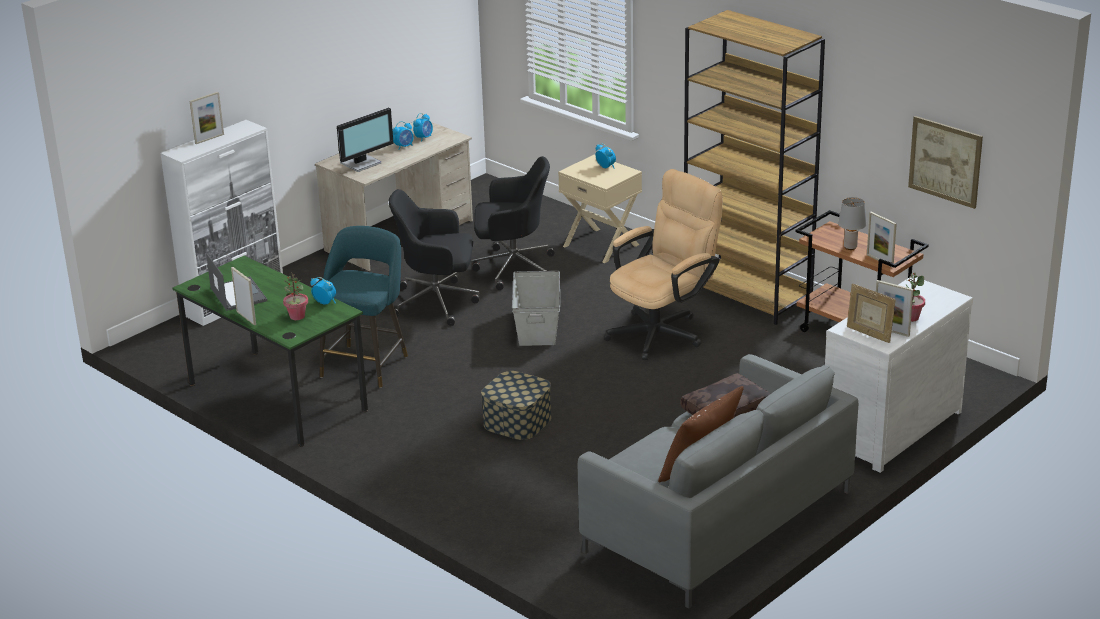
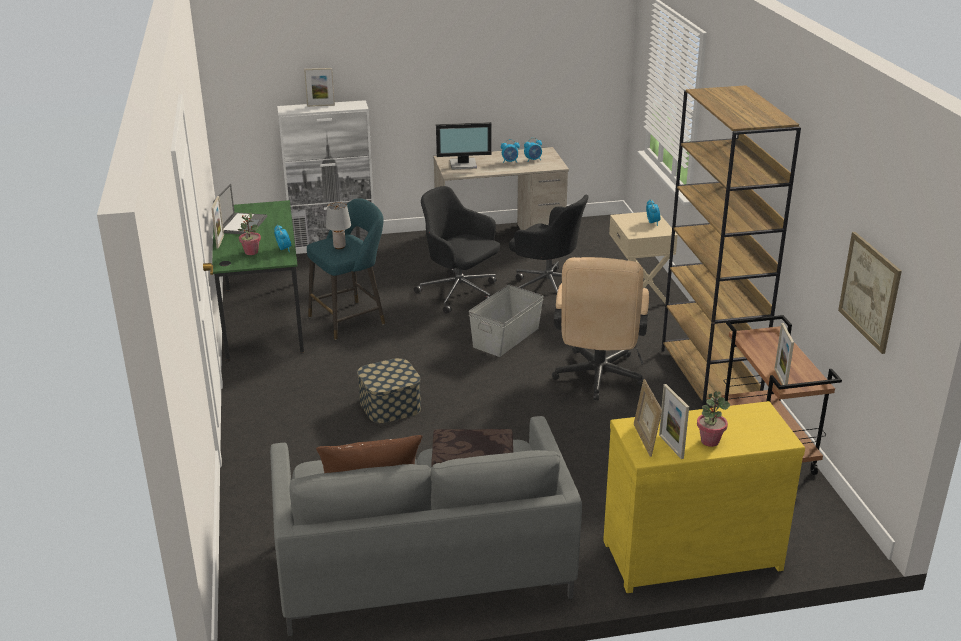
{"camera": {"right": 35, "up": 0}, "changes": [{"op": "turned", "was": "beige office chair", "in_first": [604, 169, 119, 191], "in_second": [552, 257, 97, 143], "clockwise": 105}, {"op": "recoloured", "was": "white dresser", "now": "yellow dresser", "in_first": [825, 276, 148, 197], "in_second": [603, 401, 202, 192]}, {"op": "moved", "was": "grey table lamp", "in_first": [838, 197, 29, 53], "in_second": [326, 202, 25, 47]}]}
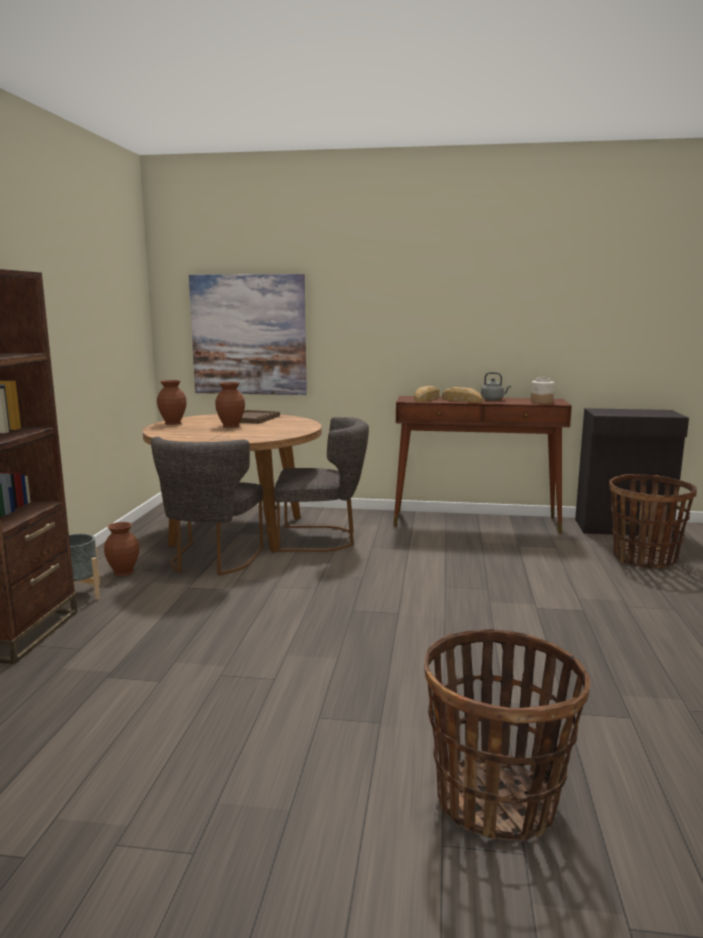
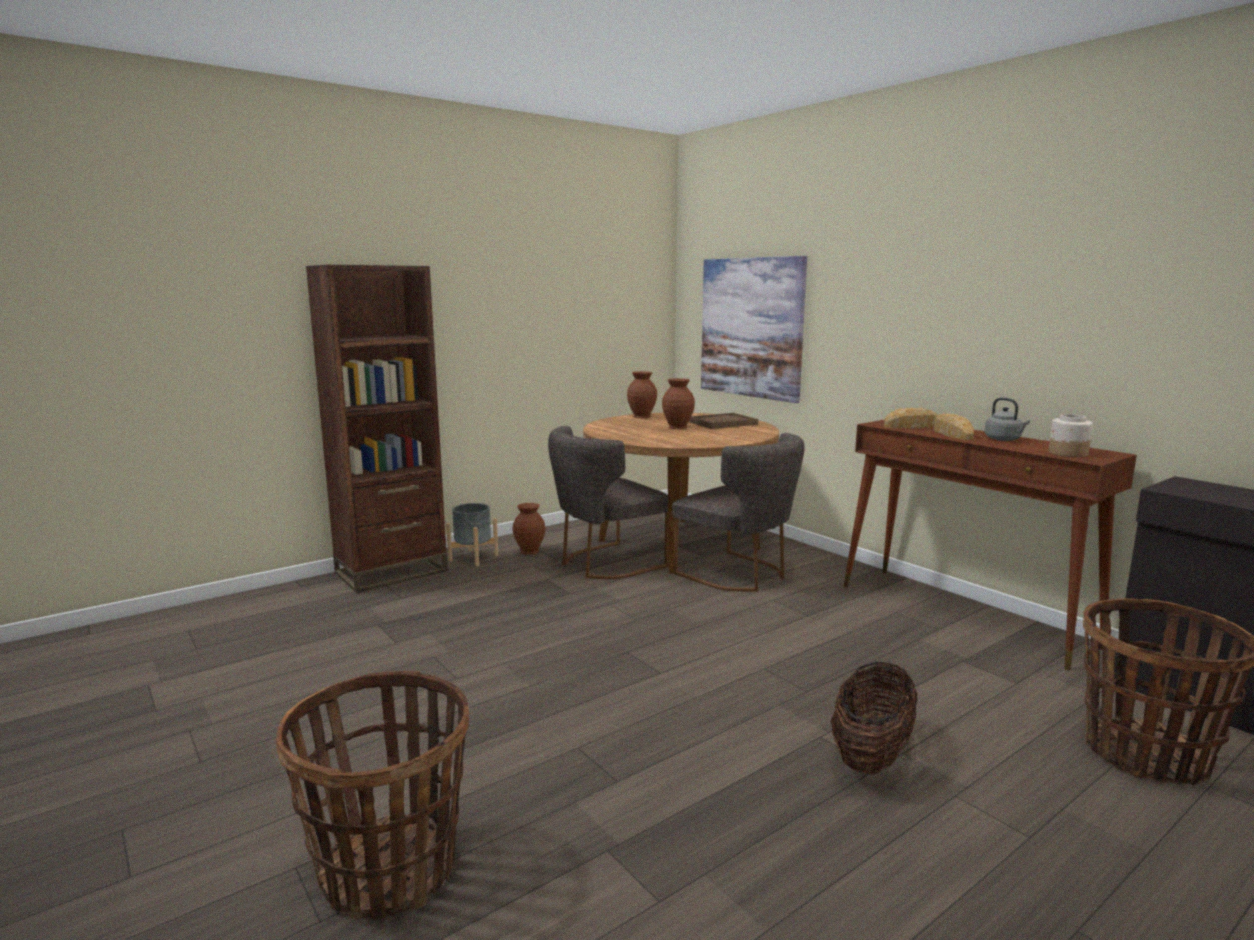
{"camera": {"right": 45, "up": 0}, "changes": [{"op": "added", "now": "basket", "in_second": [831, 662, 87, 112]}]}
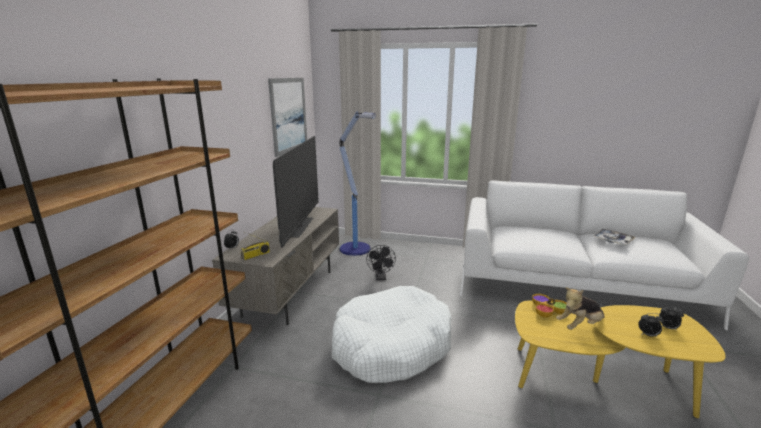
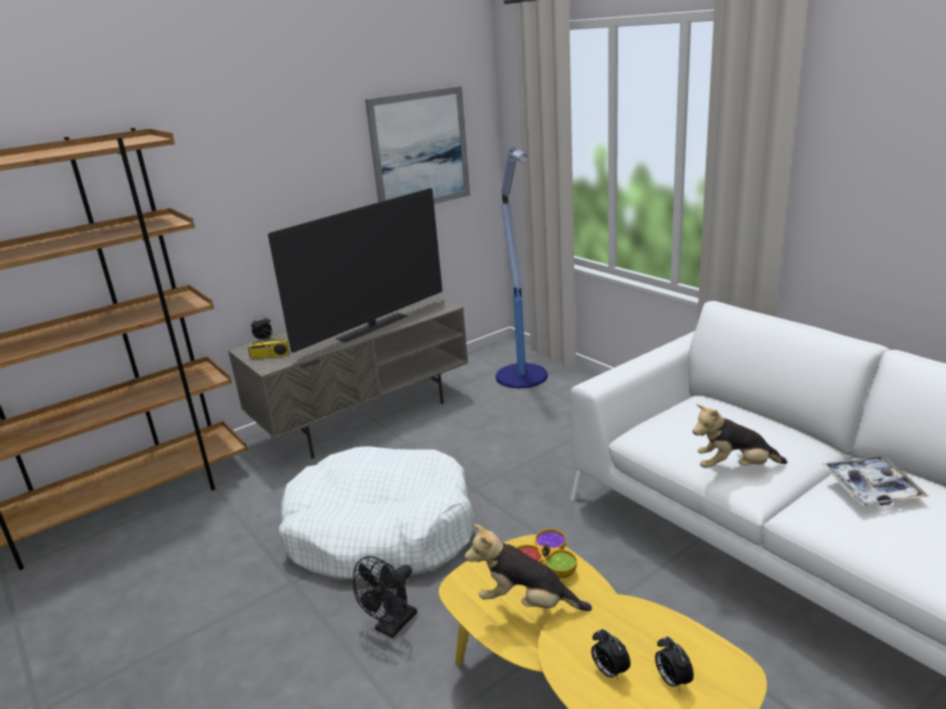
{"camera": {"right": 40, "up": 5}, "changes": [{"op": "moved", "was": "black fan", "in_first": [366, 245, 30, 35], "in_second": [353, 556, 64, 82]}, {"op": "added", "now": "plush toy", "in_second": [693, 404, 94, 64]}]}
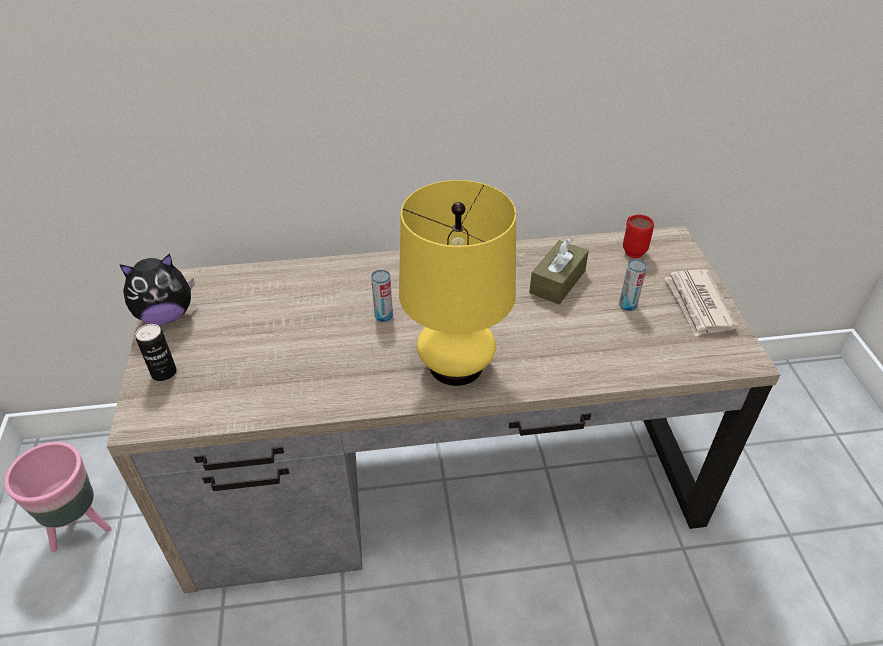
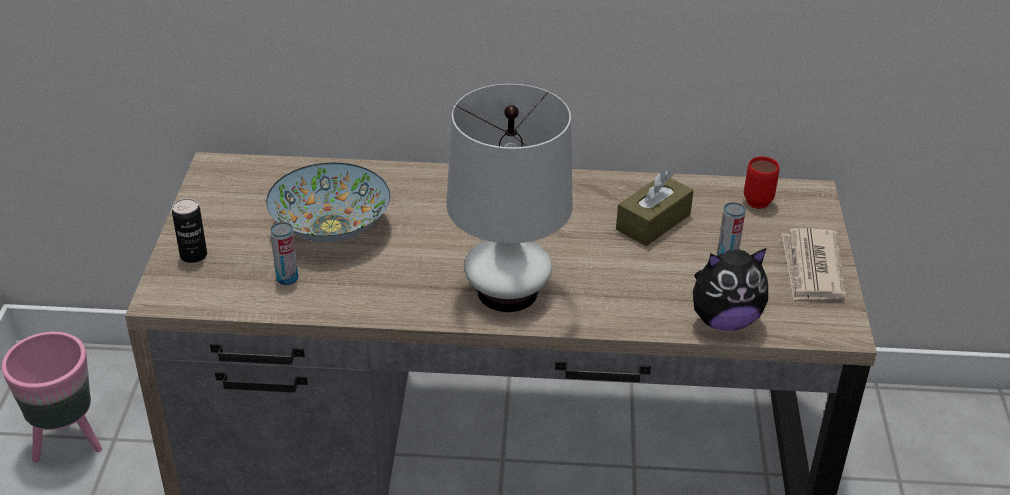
{"camera": {"right": 10, "up": -5}, "changes": [{"op": "moved", "was": "plush toy", "in_first": [119, 254, 75, 71], "in_second": [693, 248, 75, 83]}, {"op": "moved", "was": "can", "in_first": [371, 270, 22, 52], "in_second": [270, 222, 28, 63]}, {"op": "recoloured", "was": "yellow table lamp", "now": "white table lamp", "in_first": [399, 180, 117, 206], "in_second": [446, 84, 127, 228]}, {"op": "added", "now": "bowl", "in_second": [266, 163, 124, 79]}]}
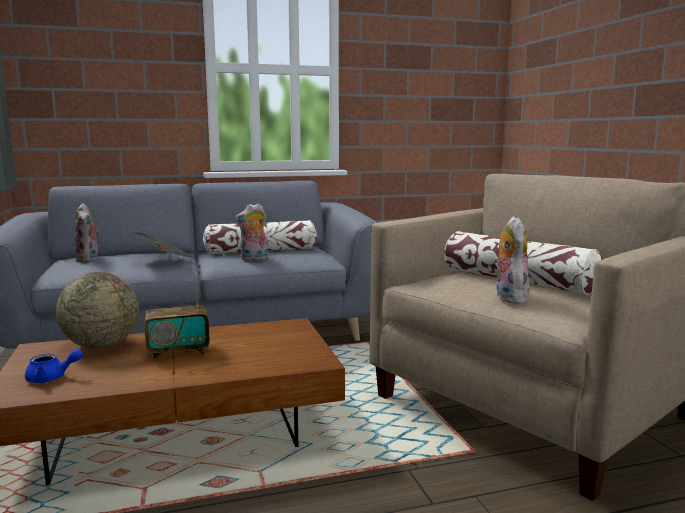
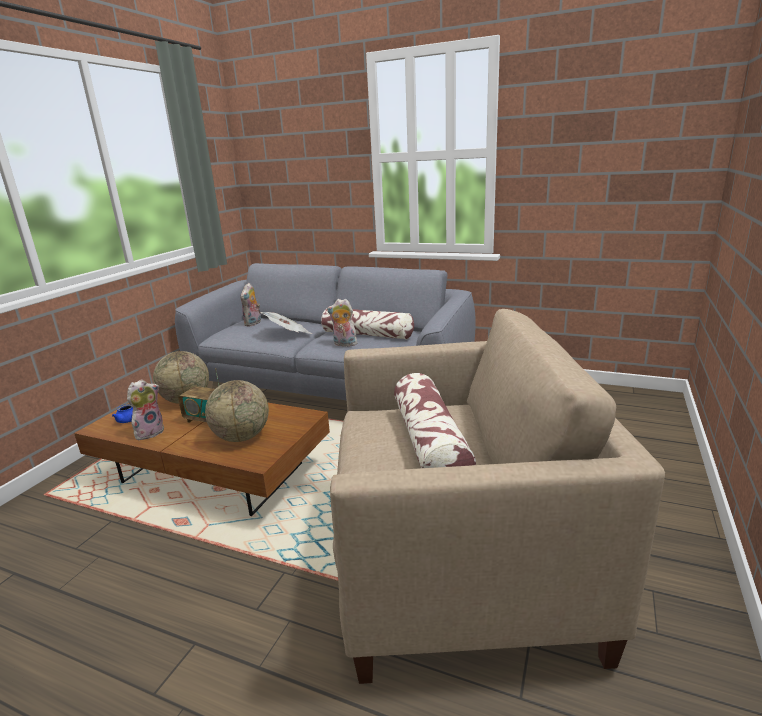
{"camera": {"right": 40, "up": 10}, "changes": [{"op": "moved", "was": "plush toy", "in_first": [492, 216, 38, 88], "in_second": [127, 379, 37, 61]}, {"op": "added", "now": "globe", "in_second": [205, 380, 64, 62]}]}
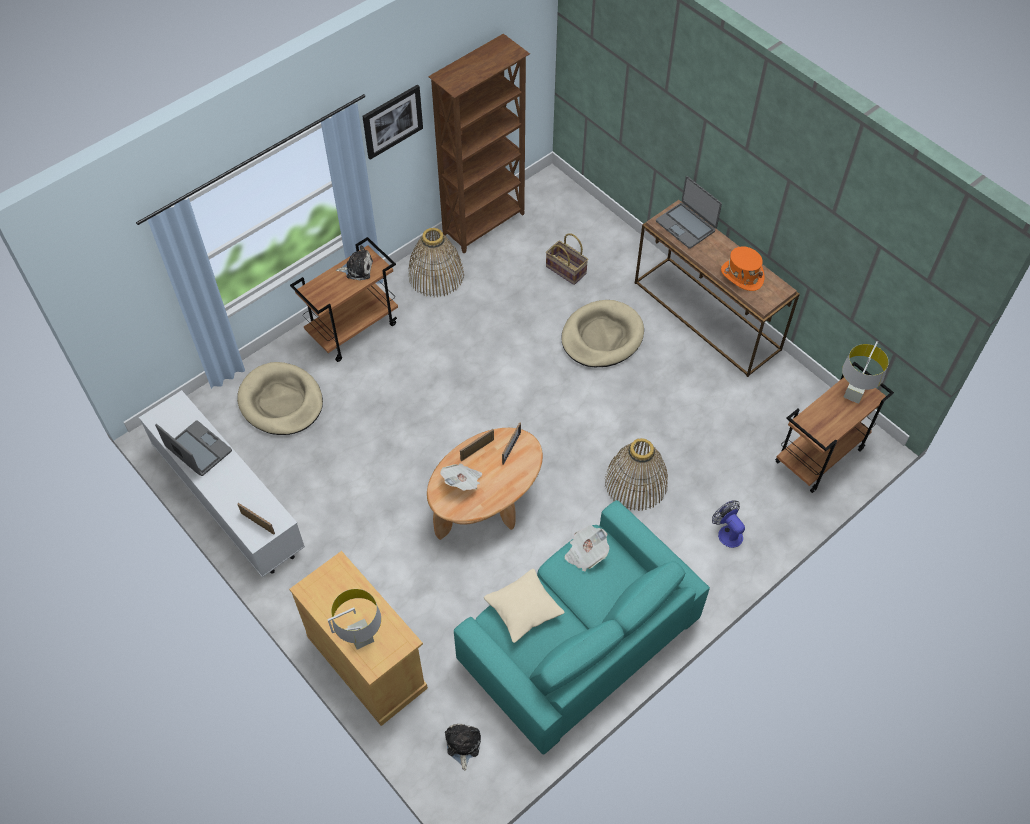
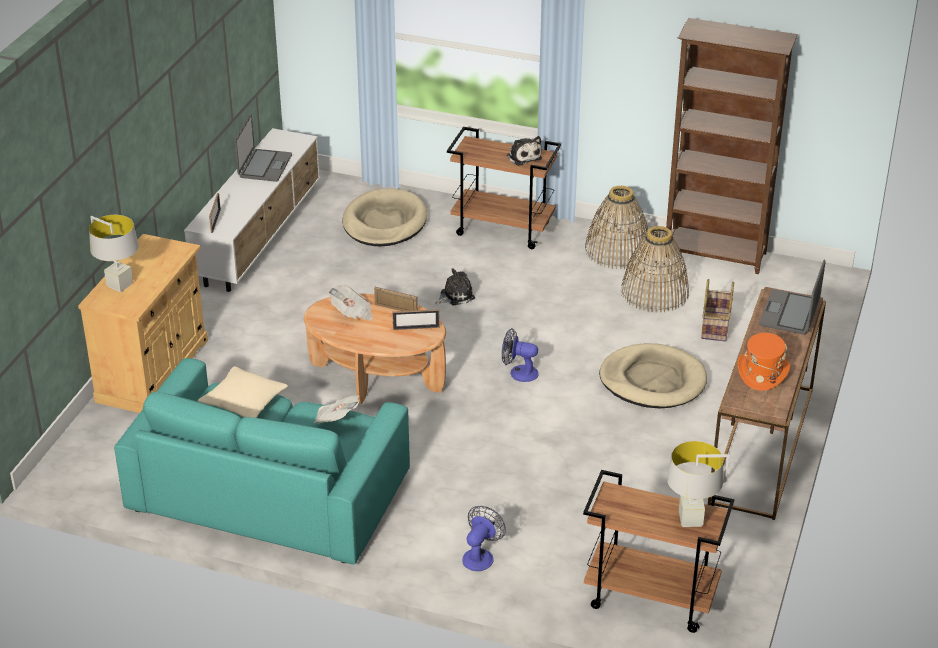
{"camera": {"right": 60, "up": -20}, "changes": [{"op": "removed", "was": "picture", "in_first": [362, 84, 61, 76]}, {"op": "moved", "was": "plush toy", "in_first": [445, 724, 36, 47], "in_second": [435, 268, 40, 37]}, {"op": "moved", "was": "basket", "in_first": [605, 438, 63, 73], "in_second": [621, 226, 68, 87]}, {"op": "added", "now": "fan", "in_second": [502, 328, 37, 54]}]}
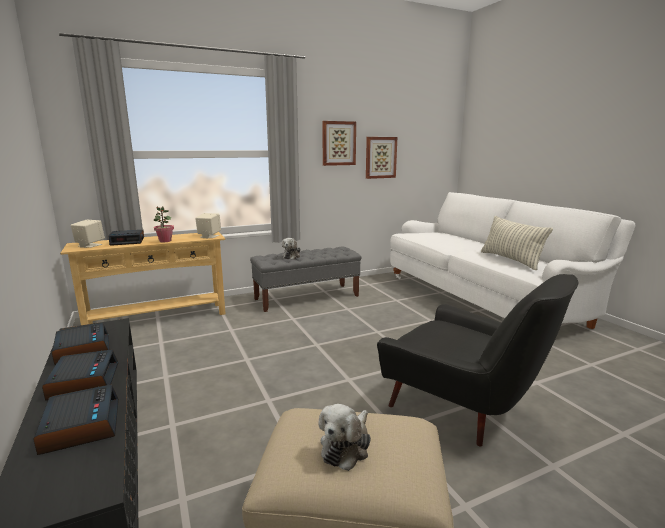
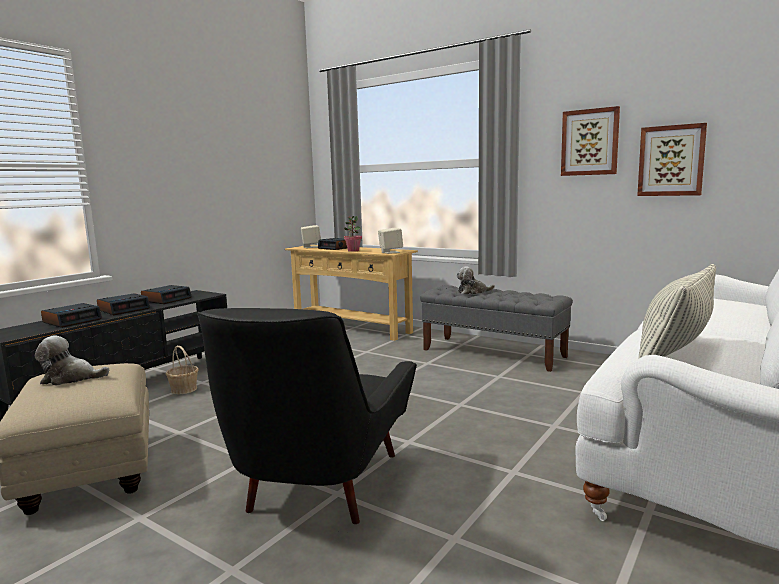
{"camera": {"right": 60, "up": -5}, "changes": [{"op": "added", "now": "basket", "in_second": [166, 346, 33, 48]}]}
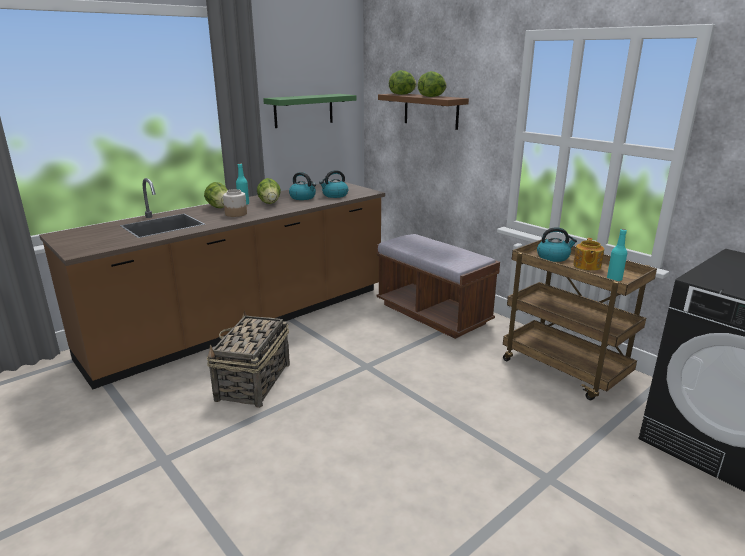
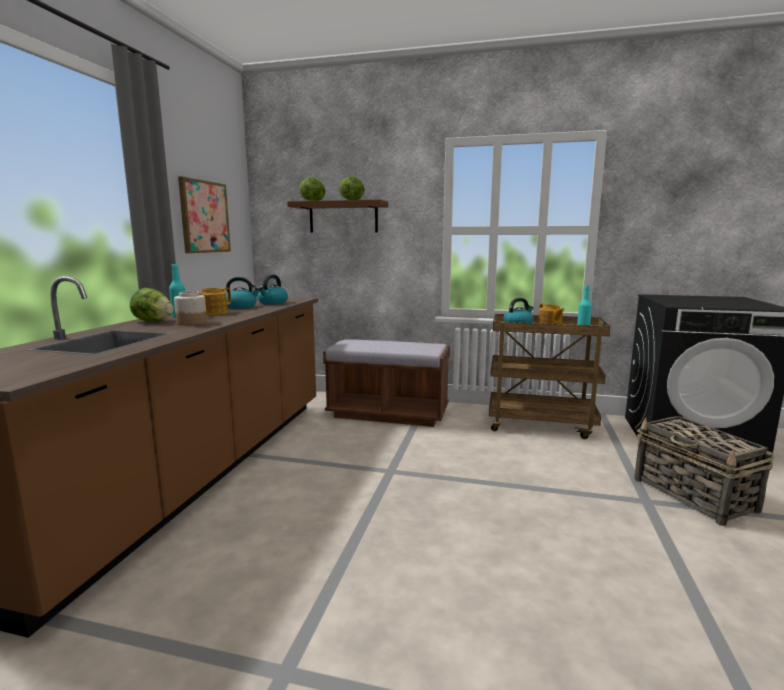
{"camera": {"right": -35, "up": -10}, "changes": [{"op": "moved", "was": "basket", "in_first": [207, 311, 83, 97], "in_second": [634, 416, 140, 110]}, {"op": "replaced", "was": "lettuce", "now": "teapot", "in_first": [257, 178, 24, 26], "in_second": [199, 287, 32, 28]}, {"op": "replaced", "was": "green shelf", "now": "picture", "in_first": [263, 94, 94, 34], "in_second": [178, 176, 53, 77]}]}
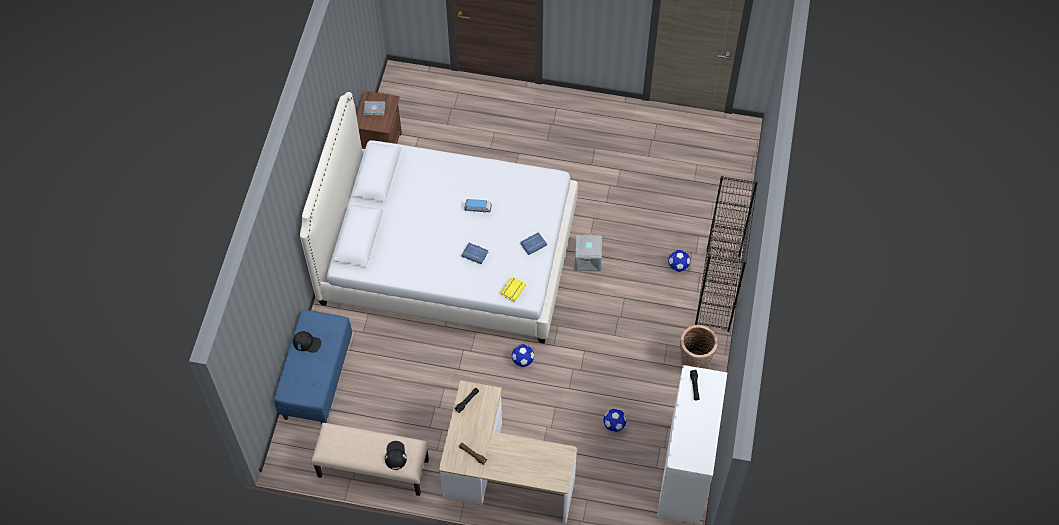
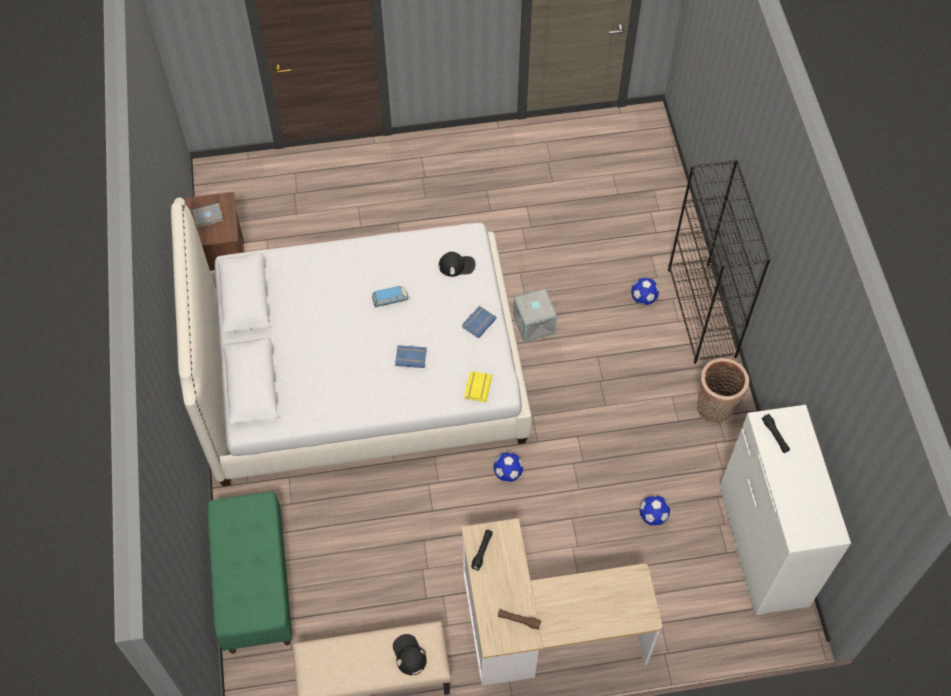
{"camera": {"right": -20, "up": 0}, "changes": [{"op": "recoloured", "was": "blue bench", "now": "green bench", "in_first": [274, 310, 78, 114], "in_second": [208, 492, 84, 162]}, {"op": "moved", "was": "black cap", "in_first": [293, 331, 29, 22], "in_second": [439, 252, 37, 25]}]}
